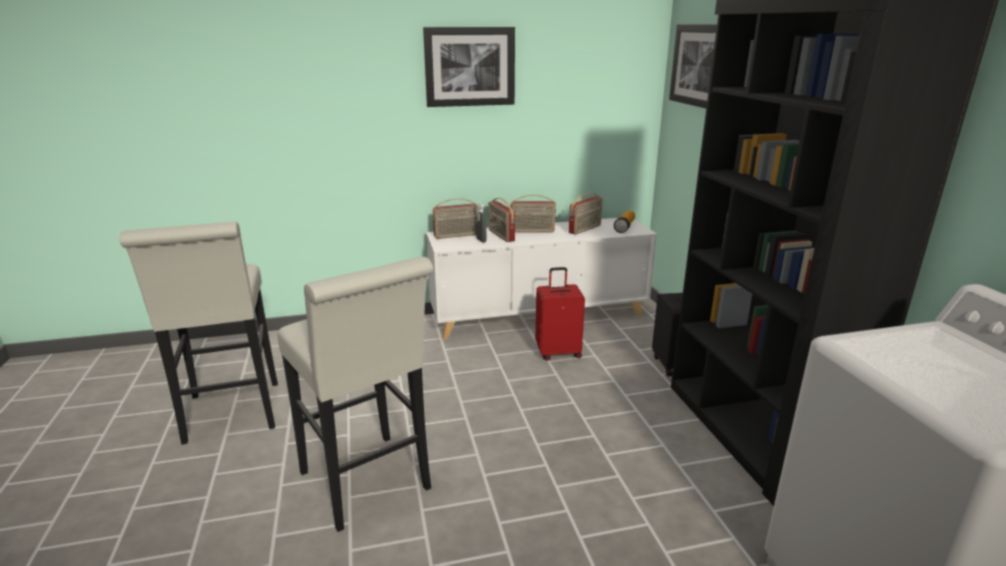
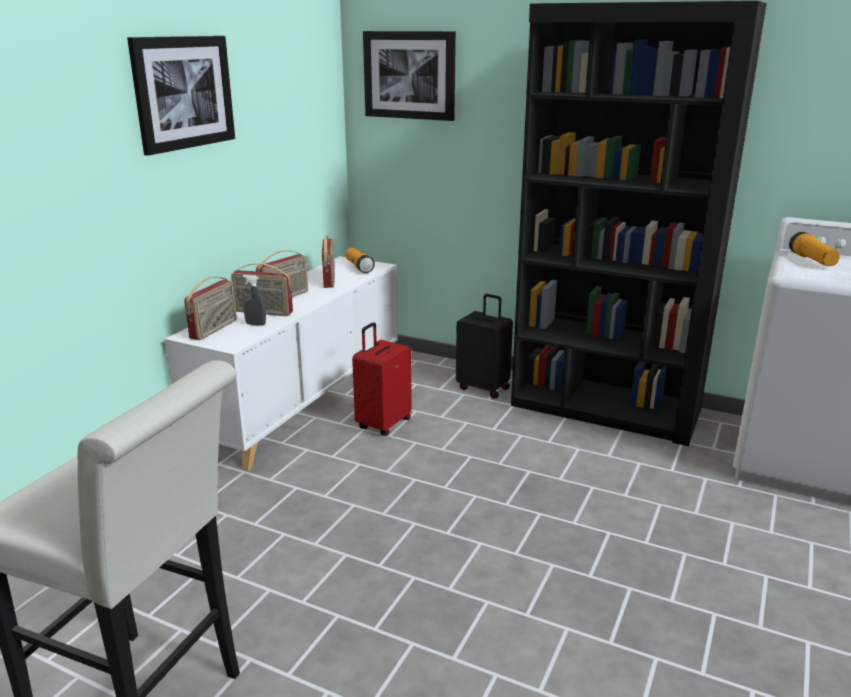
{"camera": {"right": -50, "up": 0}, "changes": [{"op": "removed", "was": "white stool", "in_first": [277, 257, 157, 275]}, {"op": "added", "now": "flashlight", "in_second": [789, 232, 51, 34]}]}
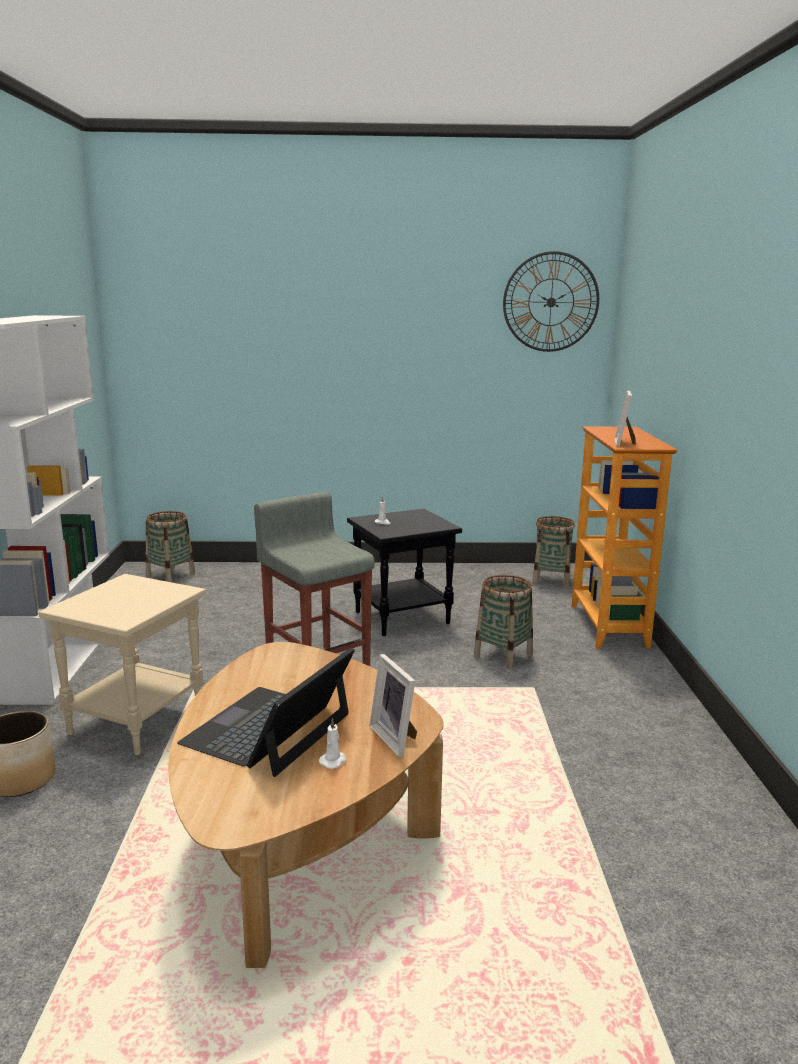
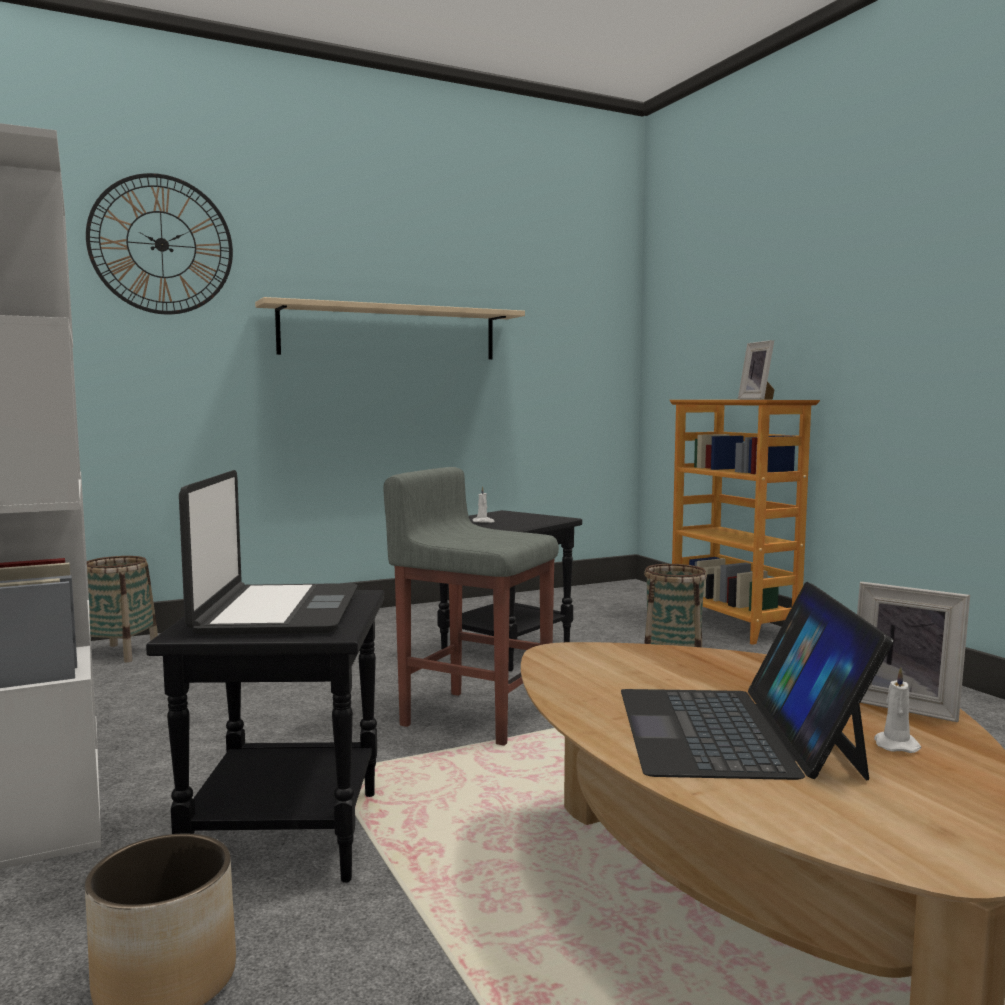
{"camera": {"right": -25, "up": -10}, "changes": [{"op": "recoloured", "was": "beige side table", "now": "black side table", "in_first": [38, 574, 168, 181], "in_second": [146, 590, 239, 293]}, {"op": "moved", "was": "wall clock", "in_first": [503, 251, 96, 101], "in_second": [86, 173, 147, 141]}, {"op": "removed", "was": "basket", "in_first": [532, 516, 43, 72]}, {"op": "added", "now": "laptop", "in_second": [179, 470, 179, 165]}, {"op": "added", "now": "beige shelf", "in_second": [255, 297, 270, 62]}]}
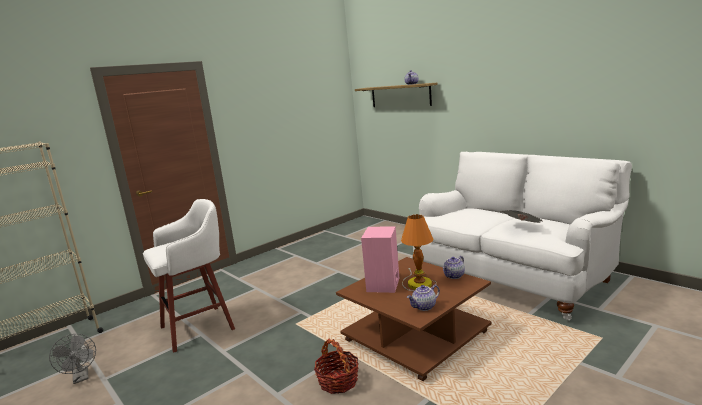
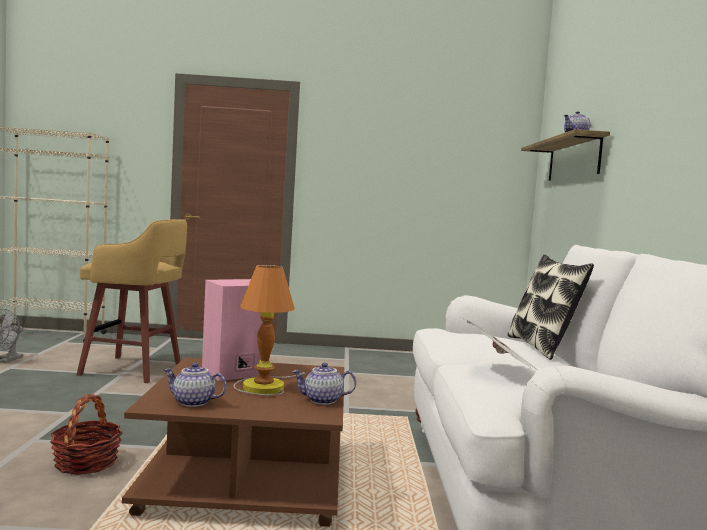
{"camera": {"right": 40, "up": -10}, "changes": [{"op": "recoloured", "was": "white stool", "now": "yellow stool", "in_first": [143, 199, 92, 154], "in_second": [77, 219, 110, 164]}, {"op": "added", "now": "pillow", "in_second": [507, 255, 87, 105]}]}
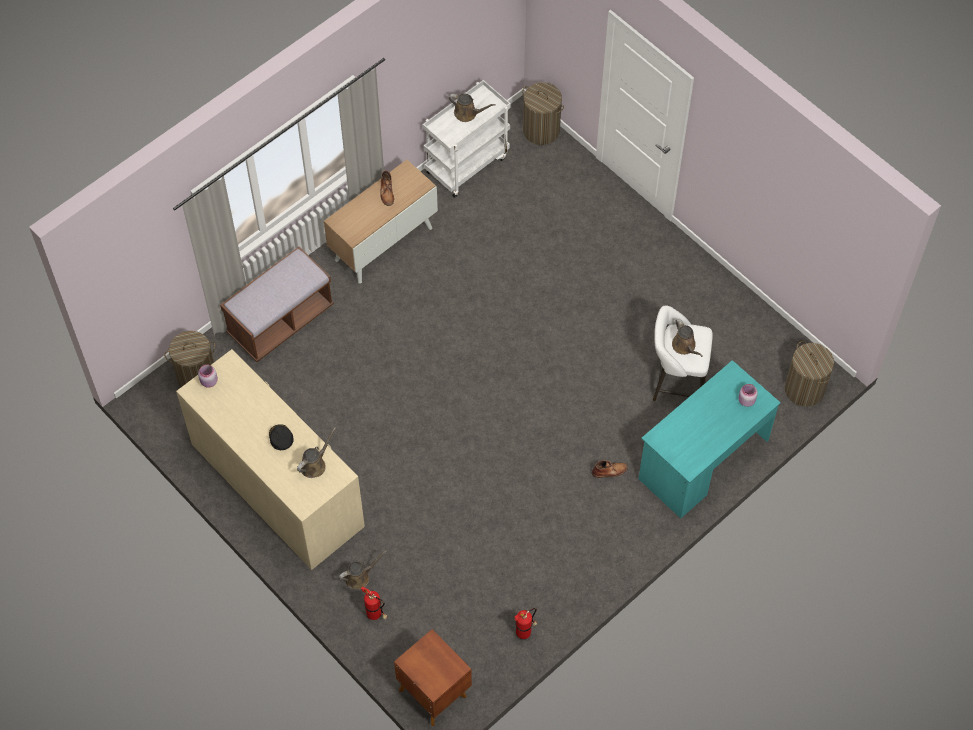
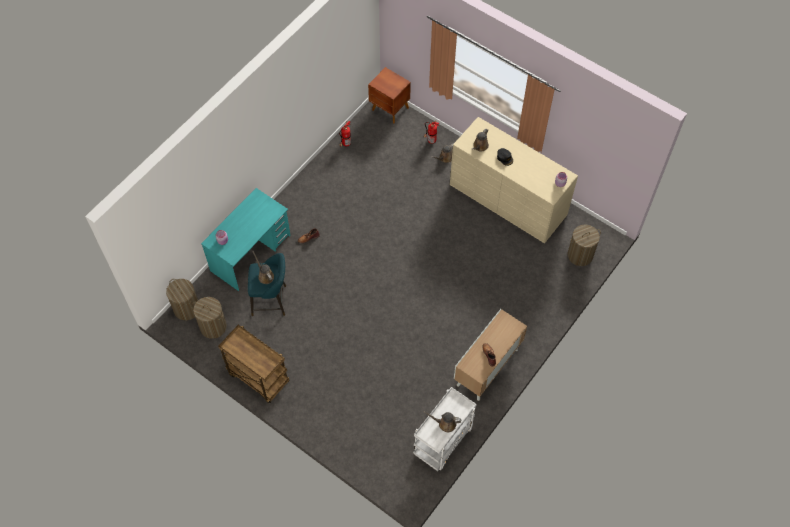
{"camera": {"right": 170, "up": 0}, "changes": [{"op": "removed", "was": "brown bench", "in_first": [220, 247, 114, 115]}, {"op": "moved", "was": "laundry basket", "in_first": [522, 82, 42, 63], "in_second": [192, 297, 35, 42]}, {"op": "recoloured", "was": "white stool", "now": "turquoise stool", "in_first": [653, 305, 60, 96], "in_second": [248, 253, 38, 63]}, {"op": "added", "now": "brown cart", "in_second": [218, 325, 71, 79]}]}
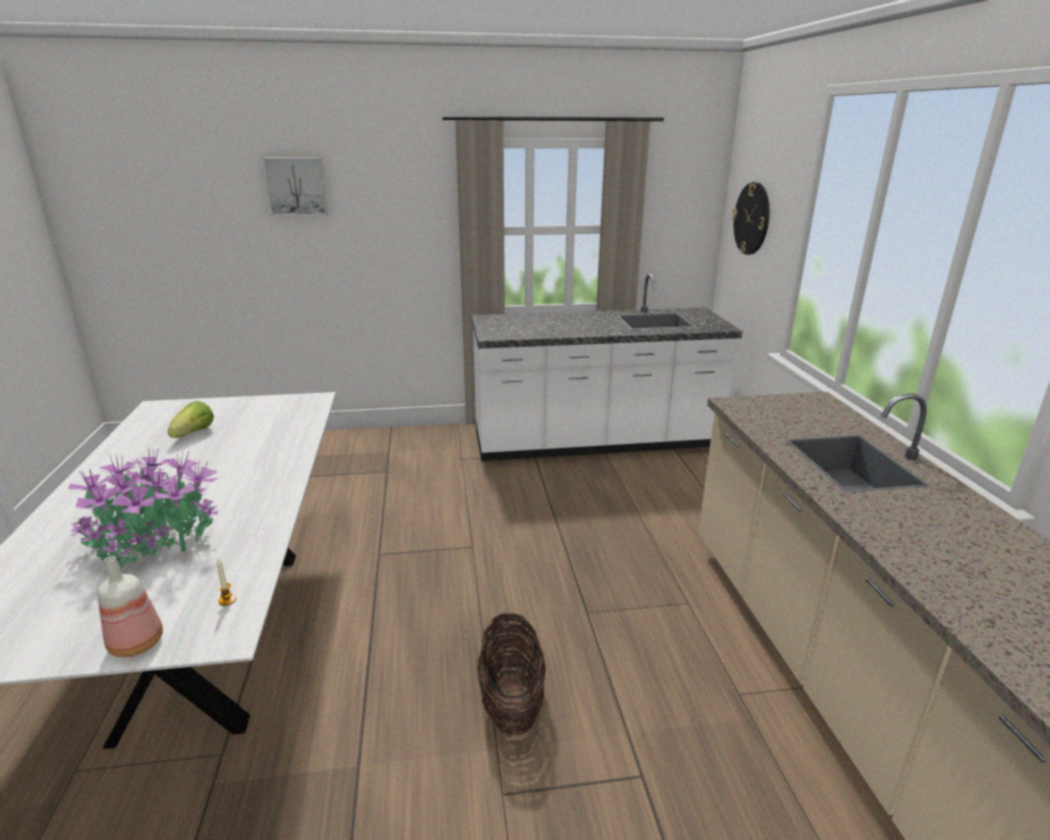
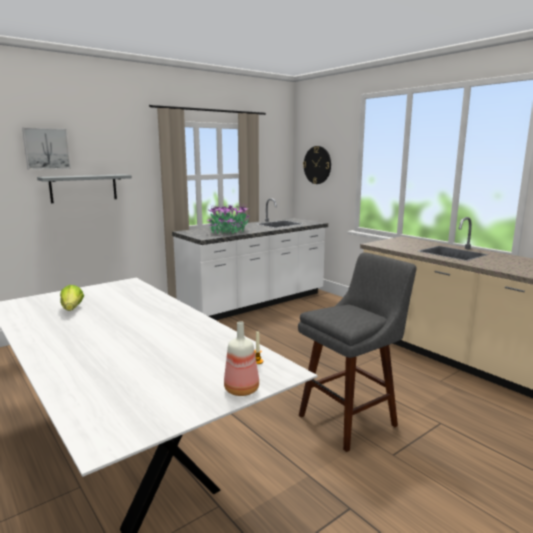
{"camera": {"right": -30, "up": -10}, "changes": [{"op": "moved", "was": "potted plant", "in_first": [68, 450, 150, 117], "in_second": [206, 203, 44, 32]}, {"op": "replaced", "was": "basket", "now": "grey stool", "in_first": [477, 613, 69, 123], "in_second": [298, 252, 119, 200]}, {"op": "added", "now": "grey shelf", "in_second": [37, 174, 95, 29]}]}
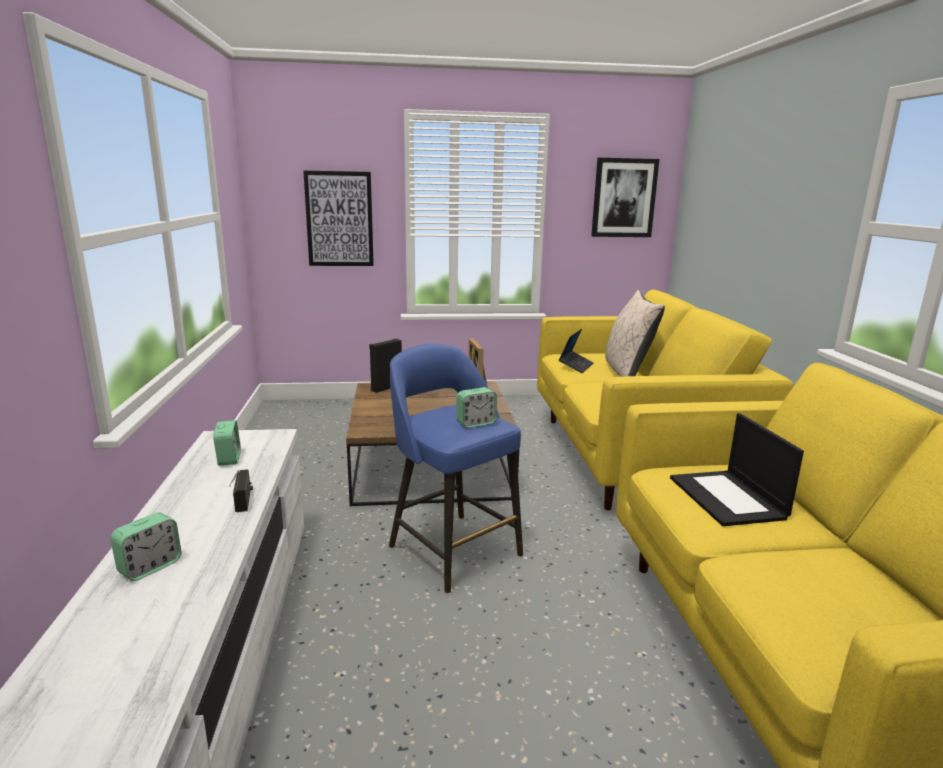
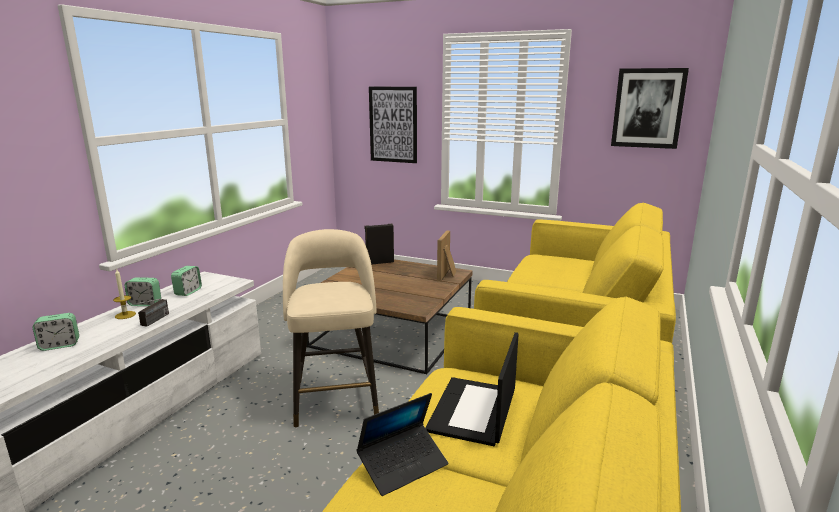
{"camera": {"right": 30, "up": 0}, "changes": [{"op": "recoloured", "was": "blue stool", "now": "beige stool", "in_first": [389, 344, 134, 249], "in_second": [283, 229, 96, 199]}, {"op": "moved", "was": "alarm clock", "in_first": [456, 387, 41, 41], "in_second": [124, 277, 37, 29]}, {"op": "moved", "was": "laptop", "in_first": [559, 329, 35, 44], "in_second": [356, 393, 92, 103]}, {"op": "removed", "was": "beige pillow", "in_first": [605, 290, 60, 87]}, {"op": "added", "now": "candle", "in_second": [113, 268, 23, 51]}]}
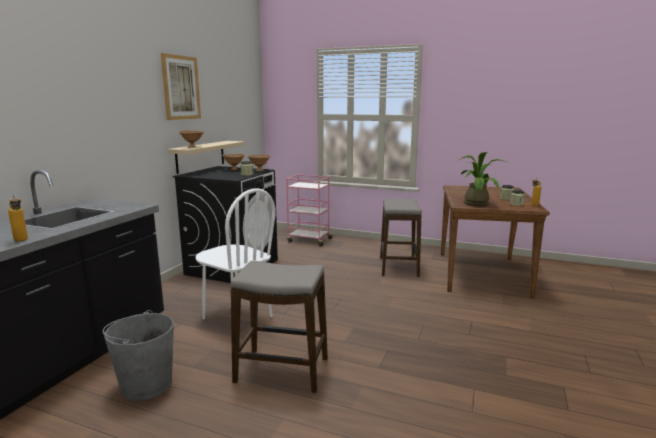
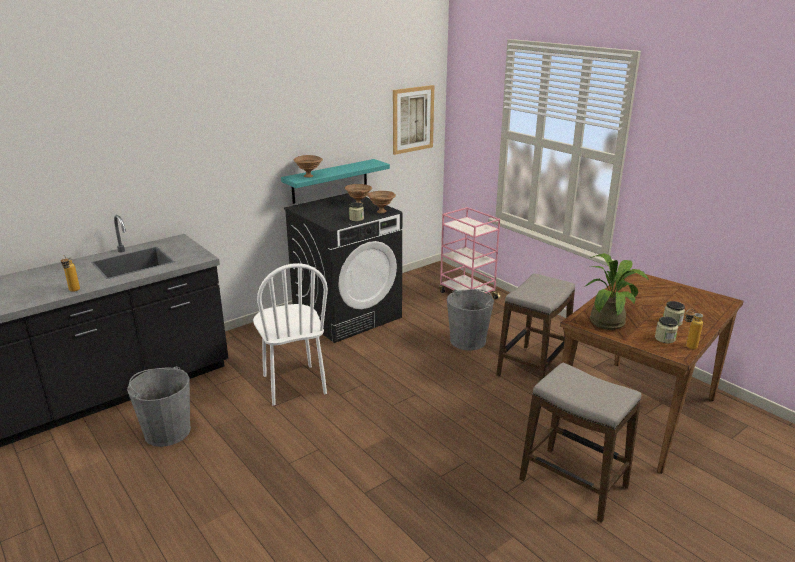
{"camera": {"right": 30, "up": 10}, "changes": [{"op": "moved", "was": "picture", "in_first": [161, 53, 40, 67], "in_second": [393, 85, 41, 70]}, {"op": "recoloured", "was": "beige shelf", "now": "turquoise shelf", "in_first": [168, 141, 77, 33], "in_second": [281, 159, 109, 45]}, {"op": "moved", "was": "stool", "in_first": [231, 261, 97, 132], "in_second": [519, 362, 122, 160]}, {"op": "added", "now": "grey bucket", "in_second": [447, 289, 47, 62]}]}
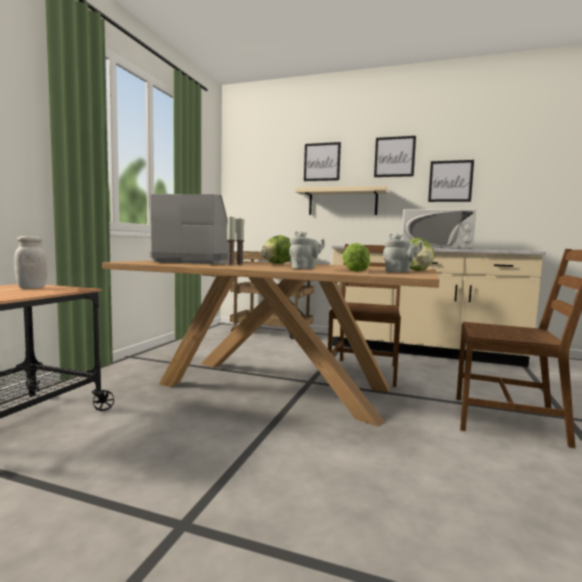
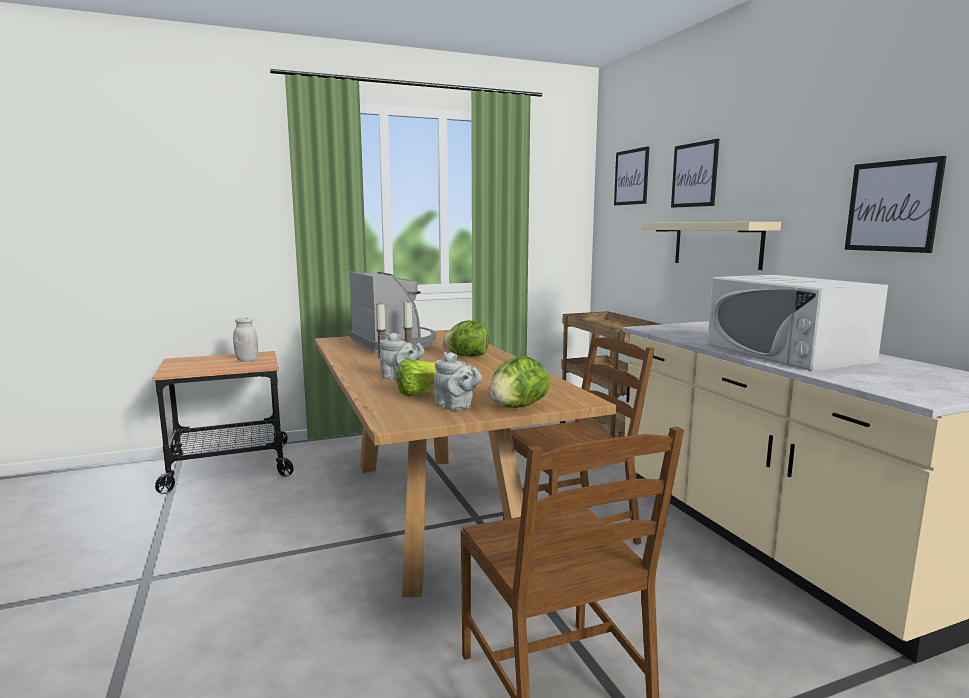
{"camera": {"right": 50, "up": 5}, "changes": [{"op": "moved", "was": "picture", "in_first": [374, 136, 42, 41], "in_second": [614, 146, 35, 59]}]}
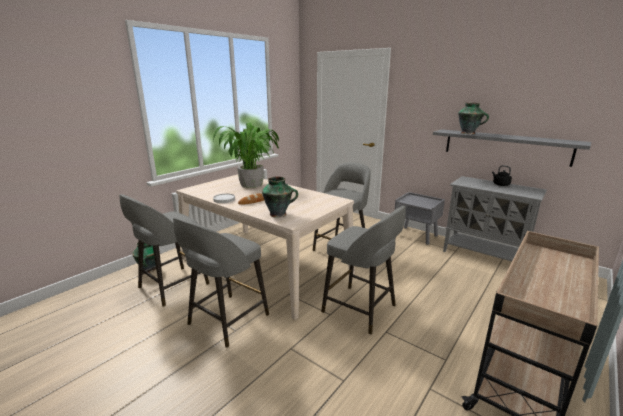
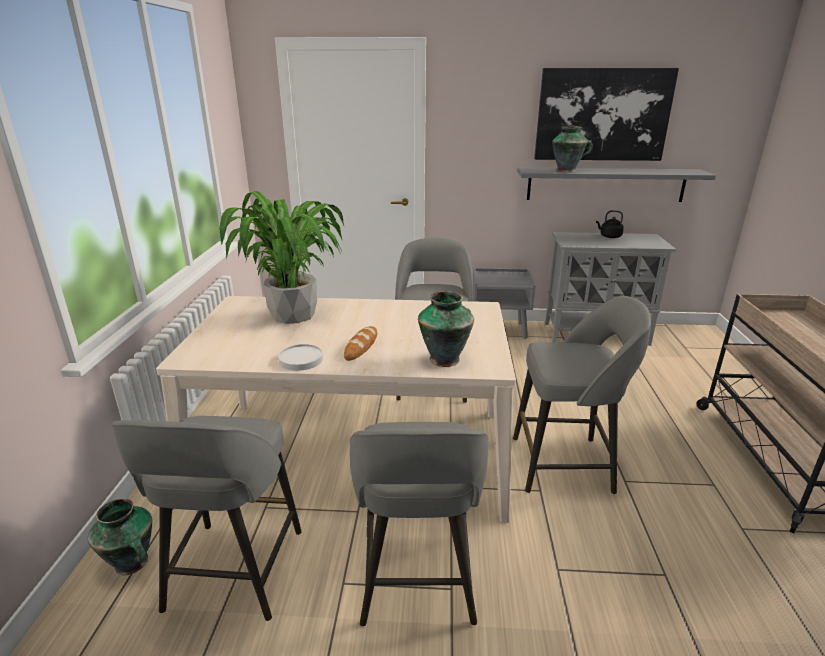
{"camera": {"right": -35, "up": 5}, "changes": [{"op": "added", "now": "picture", "in_second": [534, 68, 145, 93]}]}
